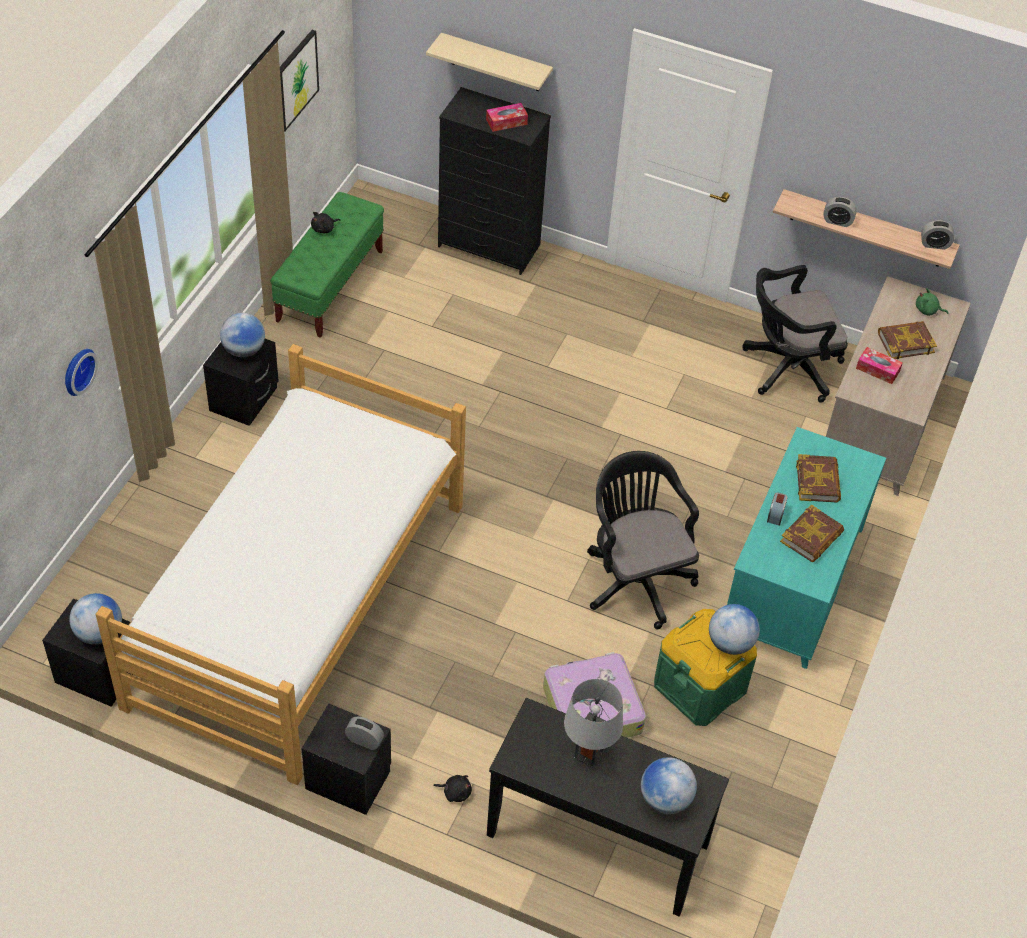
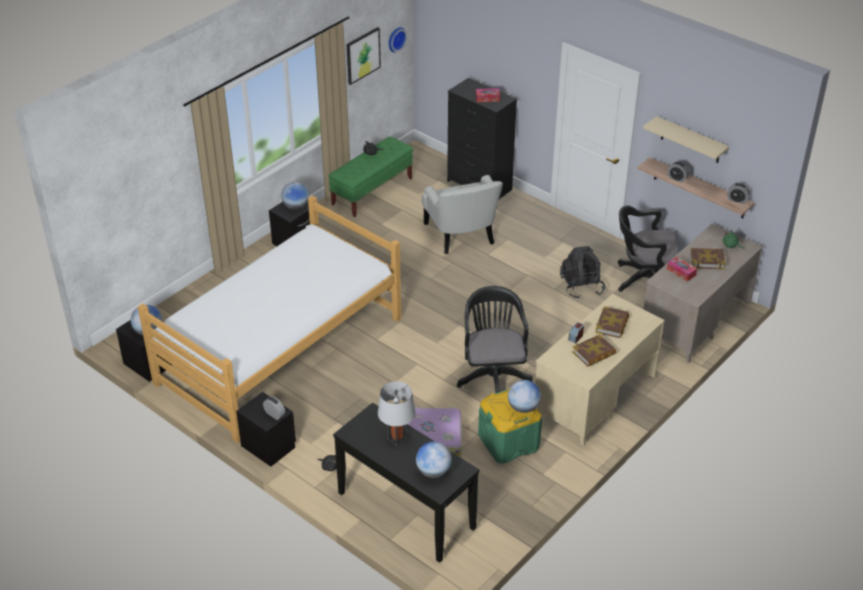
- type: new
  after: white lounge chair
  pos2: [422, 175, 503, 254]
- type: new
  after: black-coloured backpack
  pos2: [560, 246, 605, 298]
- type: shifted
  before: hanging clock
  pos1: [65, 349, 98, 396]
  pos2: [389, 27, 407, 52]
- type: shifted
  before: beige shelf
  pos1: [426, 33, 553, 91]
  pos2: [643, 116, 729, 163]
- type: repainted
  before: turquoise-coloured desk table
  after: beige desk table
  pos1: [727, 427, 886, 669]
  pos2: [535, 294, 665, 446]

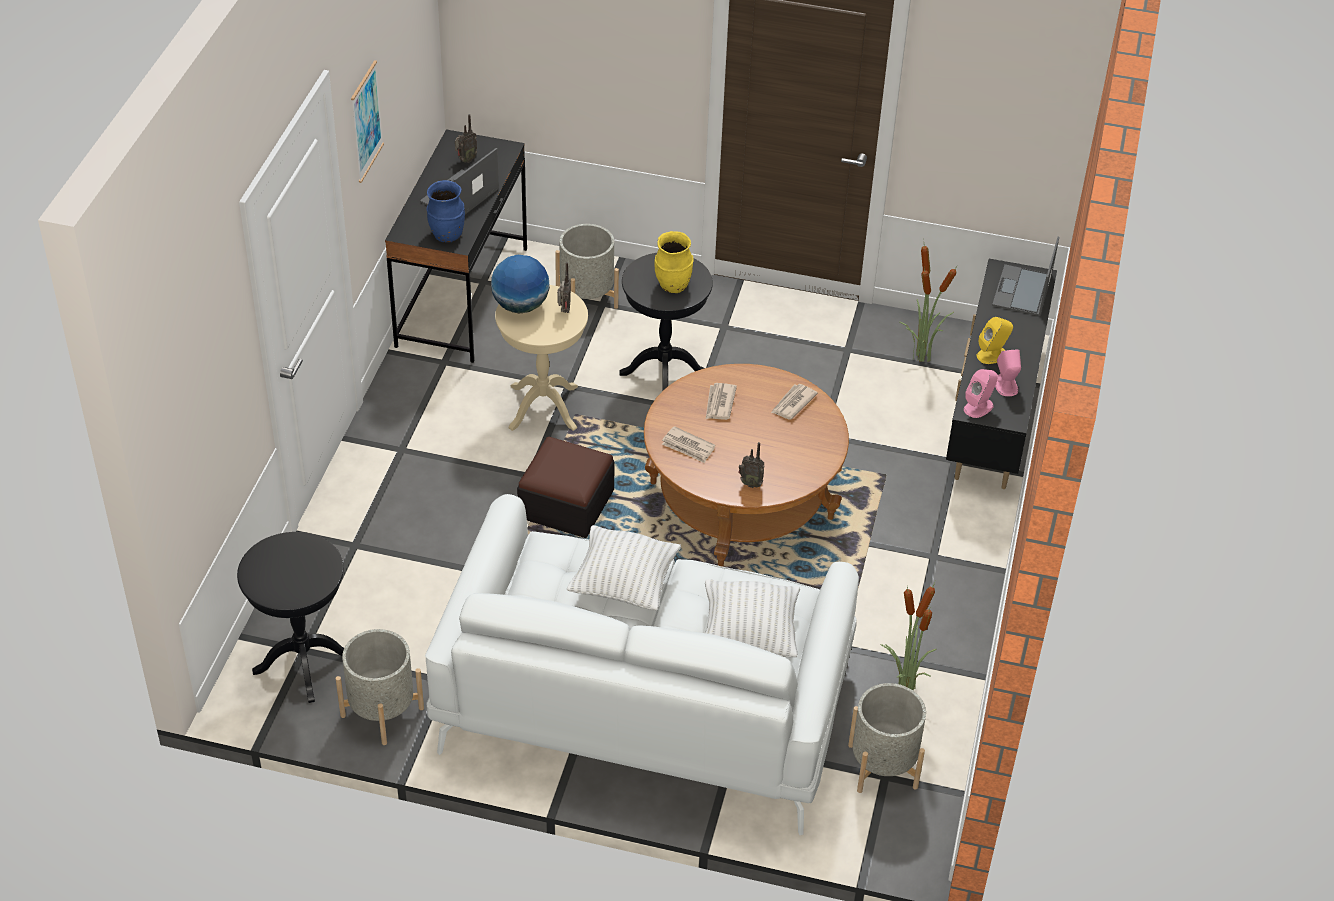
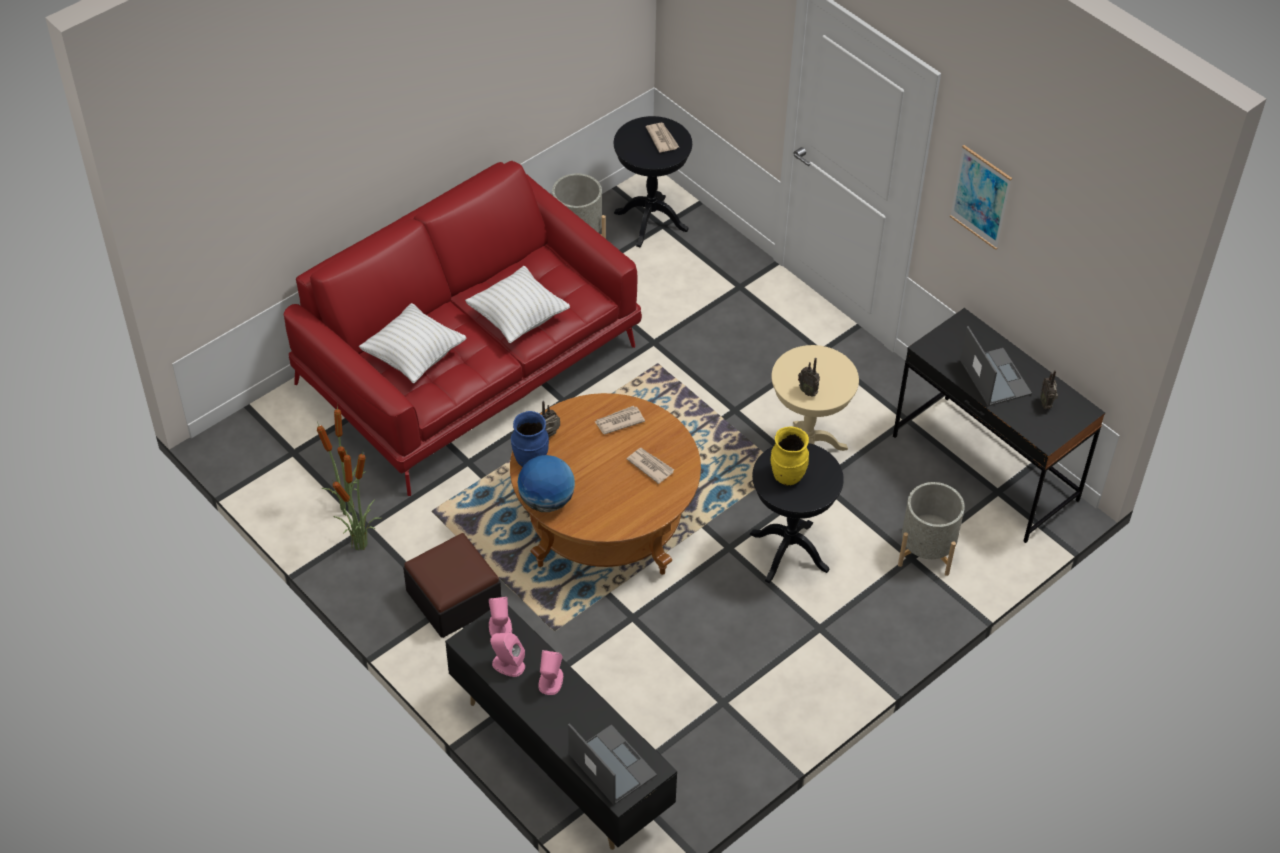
- type: gone
  before: grey plant pot
  pos1: [848, 683, 926, 793]
- type: shifted
  before: blue-coloured decorative vase
  pos1: [427, 180, 465, 242]
  pos2: [511, 411, 549, 467]
- type: shifted
  before: desk globe
  pos1: [491, 255, 550, 314]
  pos2: [518, 455, 575, 512]
- type: shifted
  before: pouffe
  pos1: [517, 437, 615, 538]
  pos2: [403, 533, 502, 638]
- type: shifted
  before: printed paper
  pos1: [771, 384, 818, 420]
  pos2: [646, 123, 679, 153]
- type: shifted
  before: potted plant
  pos1: [899, 245, 957, 362]
  pos2: [332, 448, 382, 550]
- type: repainted
  before: white sofa
  after: reddish sofa
  pos1: [425, 494, 859, 835]
  pos2: [284, 161, 642, 496]
- type: repainted
  before: yellow-coloured loudspeaker
  after: pink-coloured loudspeaker
  pos1: [977, 317, 1013, 364]
  pos2: [538, 650, 563, 695]

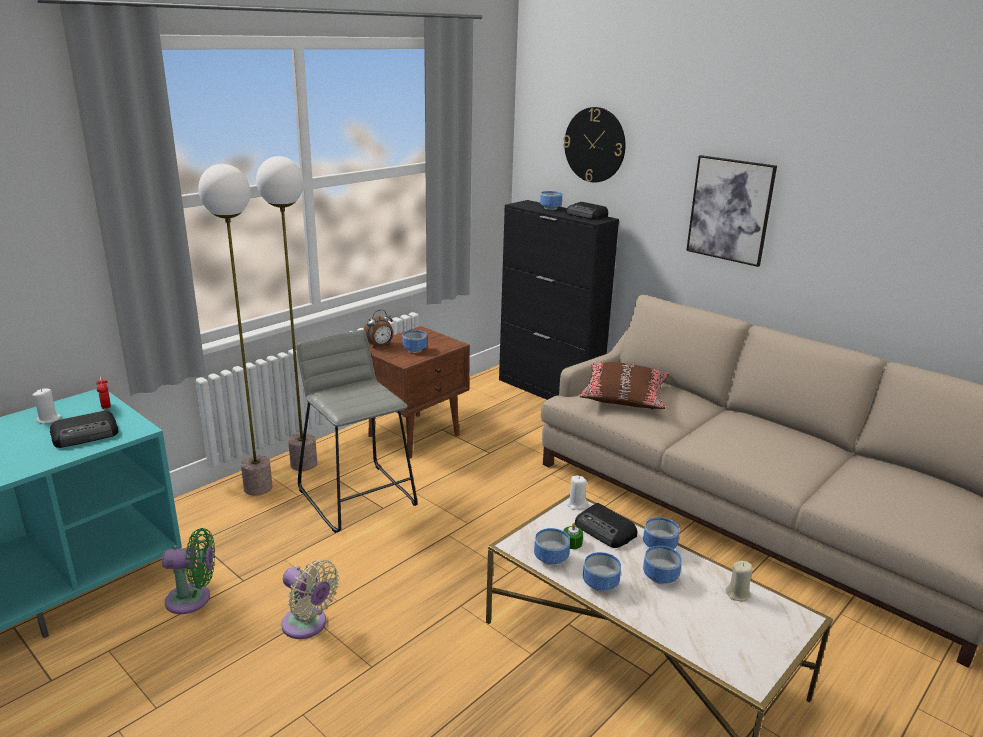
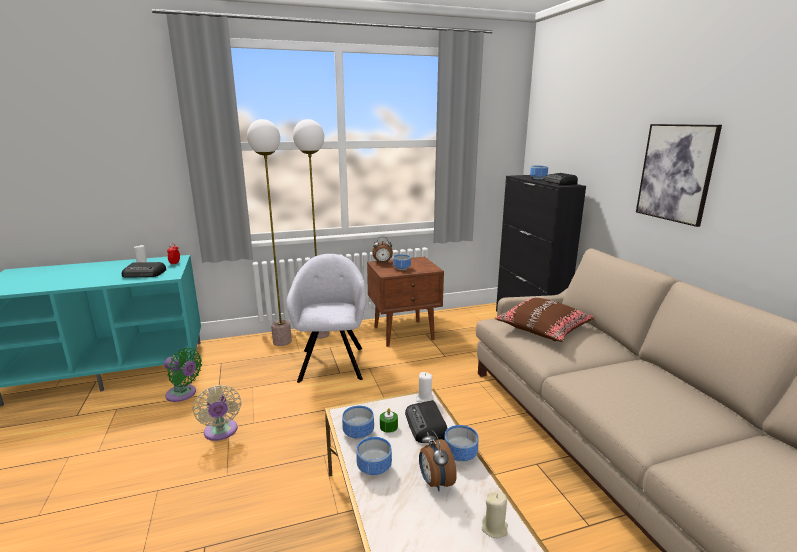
- type: gone
  before: hanging clock
  pos1: [563, 107, 626, 183]
- type: swapped
  before: grey stool
  after: grey lounge chair
  pos1: [296, 330, 418, 533]
  pos2: [286, 254, 366, 383]
- type: swapped
  before: deep dish
  after: table clock
  pos1: [643, 546, 682, 584]
  pos2: [419, 430, 457, 491]

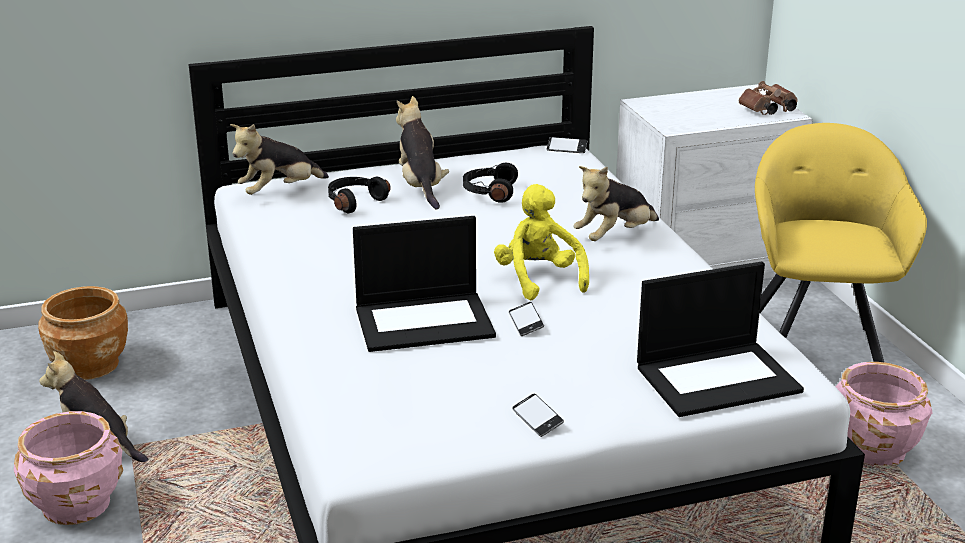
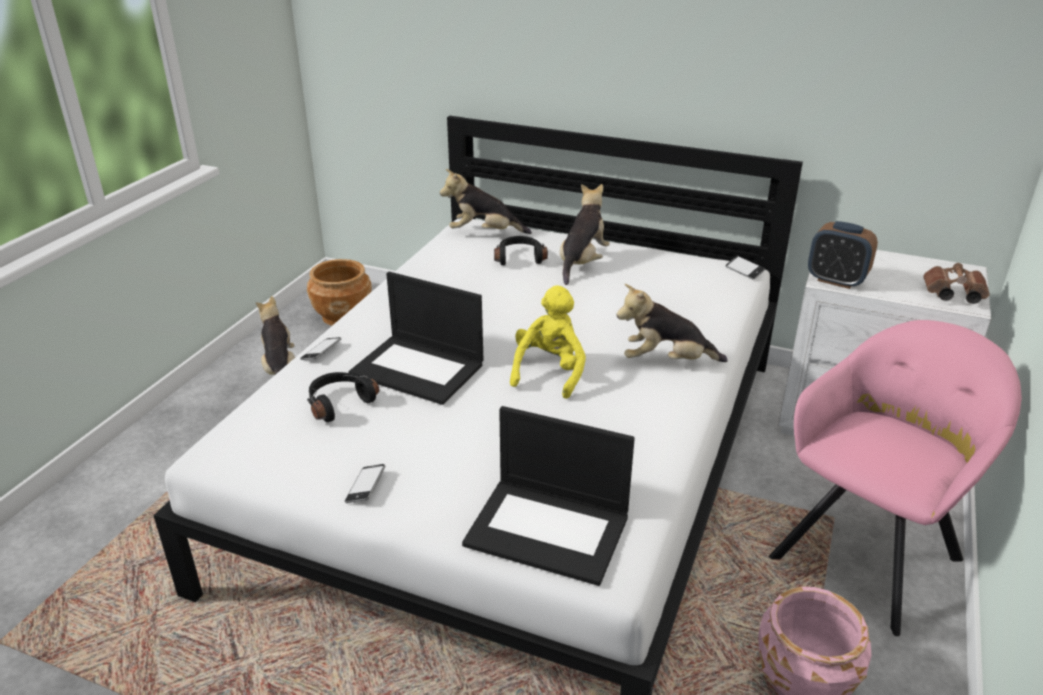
- type: gone
  before: pink-coloured plant pot
  pos1: [14, 411, 123, 525]
- type: new
  after: table clock
  pos2: [808, 221, 878, 289]
- type: shifted
  before: black-coloured headphones
  pos1: [463, 163, 518, 203]
  pos2: [307, 372, 379, 422]
- type: shifted
  before: telephone
  pos1: [509, 302, 544, 336]
  pos2: [300, 337, 342, 360]
- type: repainted
  before: yellow-coloured lounge chair
  after: pink-coloured lounge chair
  pos1: [755, 123, 927, 362]
  pos2: [769, 320, 1022, 636]

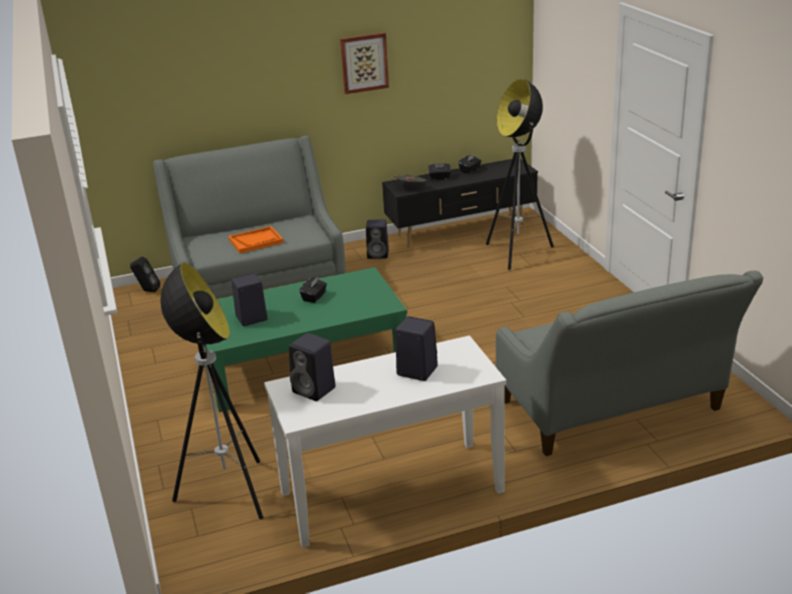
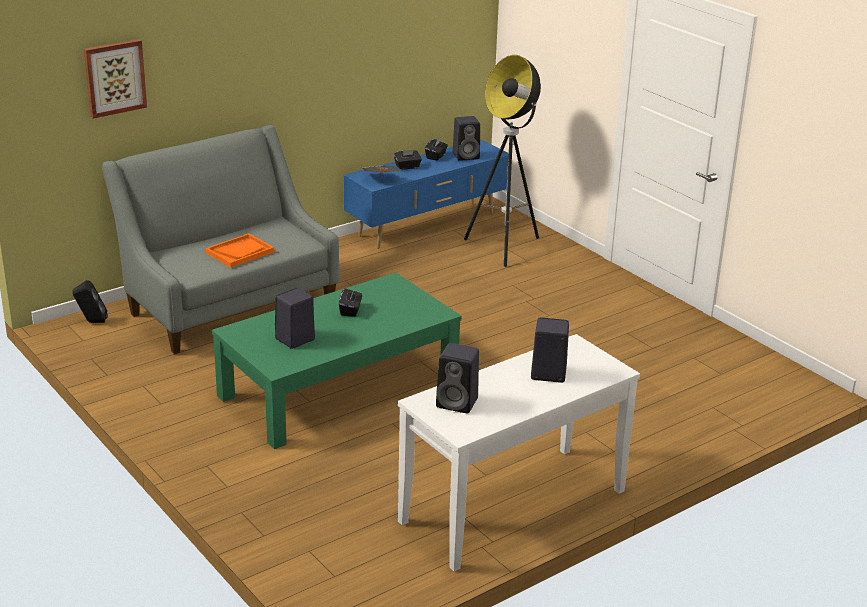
- type: gone
  before: floor lamp
  pos1: [160, 262, 263, 519]
- type: gone
  before: grey sofa
  pos1: [496, 270, 764, 456]
- type: shifted
  before: wall picture
  pos1: [340, 32, 389, 94]
  pos2: [84, 39, 147, 119]
- type: shifted
  before: black-coloured loudspeaker
  pos1: [366, 219, 389, 259]
  pos2: [453, 116, 480, 161]
- type: repainted
  before: black-coloured media console
  after: blue-coloured media console
  pos1: [382, 159, 538, 247]
  pos2: [344, 140, 509, 249]

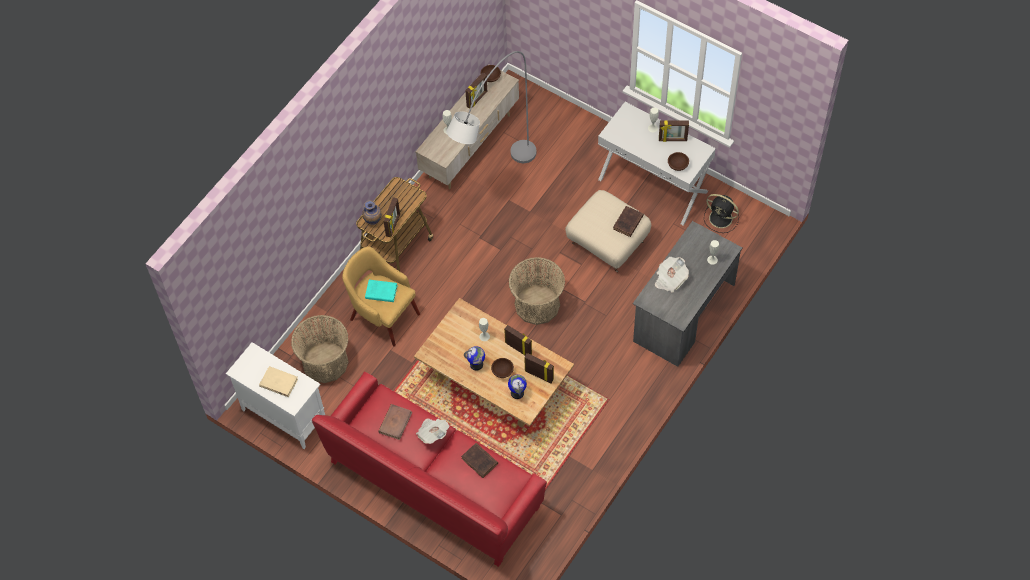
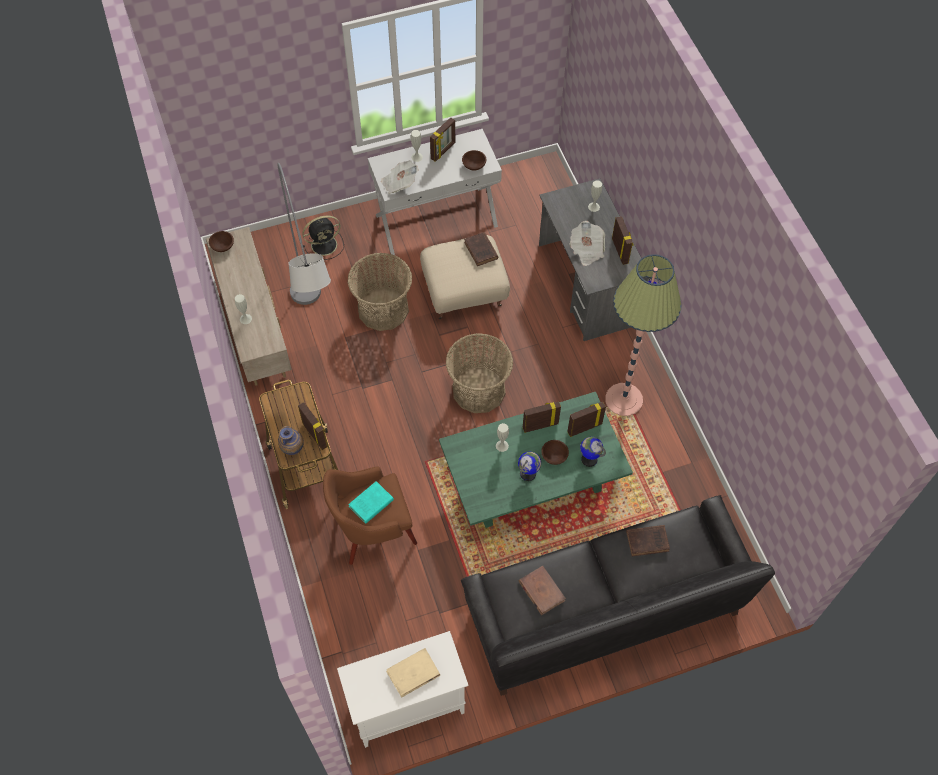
- type: new
  after: floor lamp
  pos2: [605, 254, 682, 416]
- type: shifted
  before: storage basket
  pos1: [291, 315, 349, 383]
  pos2: [348, 253, 412, 331]
- type: shifted
  before: printed paper
  pos1: [416, 418, 450, 444]
  pos2: [381, 160, 418, 194]
- type: shifted
  before: photo frame
  pos1: [465, 73, 487, 109]
  pos2: [612, 216, 633, 265]
- type: shifted
  before: black-coloured cooling fan
  pos1: [704, 194, 739, 233]
  pos2: [302, 216, 344, 260]
- type: repainted
  before: reddish sofa
  after: black-coloured sofa
  pos1: [312, 372, 547, 567]
  pos2: [461, 495, 775, 696]
- type: repainted
  before: yellow-coloured lounge chair
  after: brown-coloured lounge chair
  pos1: [342, 246, 420, 347]
  pos2: [323, 466, 417, 565]
- type: repainted
  before: beige coffee table
  after: green coffee table
  pos1: [414, 298, 574, 428]
  pos2: [439, 392, 633, 528]

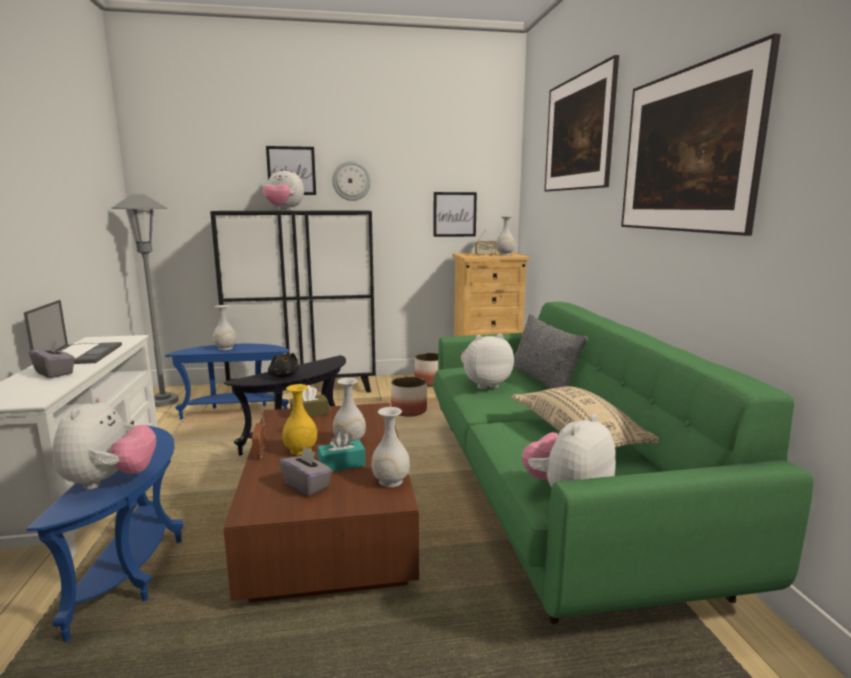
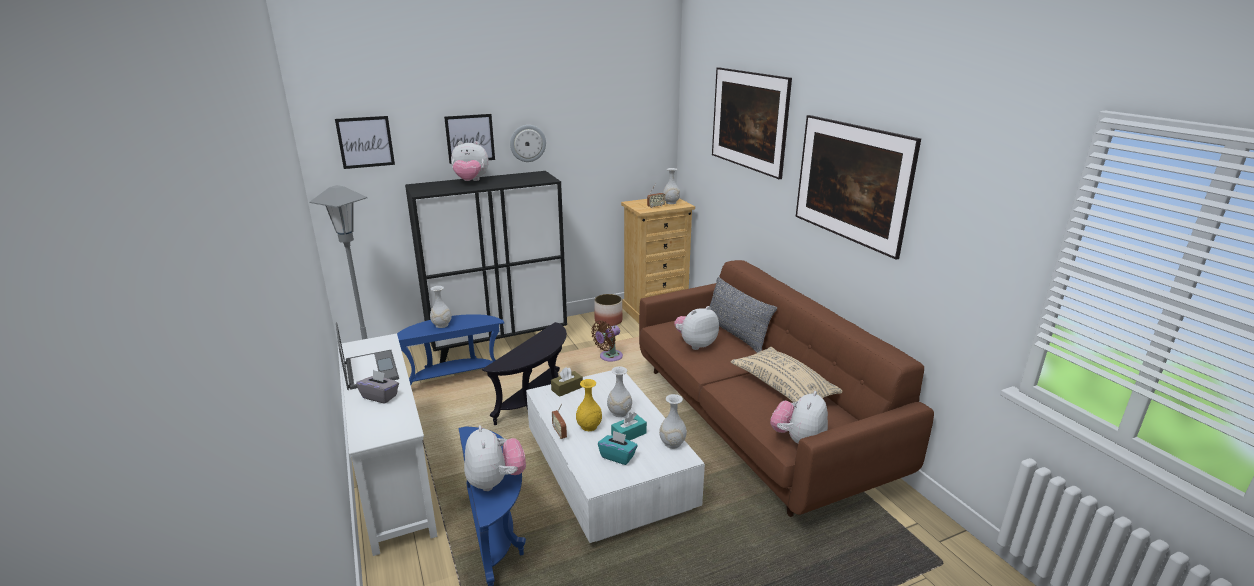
- type: gone
  before: black-coloured cuddly toy
  pos1: [268, 353, 299, 378]
- type: shifted
  before: wall picture
  pos1: [433, 192, 477, 237]
  pos2: [335, 116, 395, 169]
- type: swapped
  before: plant pot
  after: brown-coloured cooling fan
  pos1: [391, 377, 427, 417]
  pos2: [591, 321, 623, 362]
- type: repainted
  before: brown-coloured coffee table
  after: white coffee table
  pos1: [223, 403, 419, 603]
  pos2: [526, 370, 705, 543]
- type: repainted
  before: grey box of tissues
  after: turquoise-coloured box of tissues
  pos1: [279, 446, 333, 496]
  pos2: [598, 430, 638, 465]
- type: repainted
  before: green sofa
  after: brown-coloured sofa
  pos1: [433, 302, 813, 624]
  pos2: [639, 260, 934, 517]

